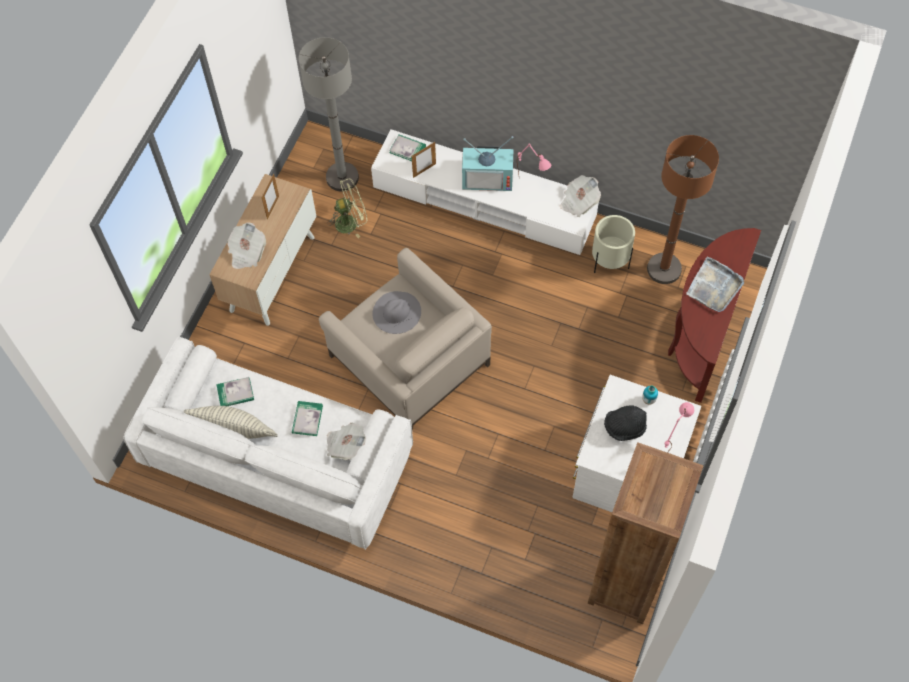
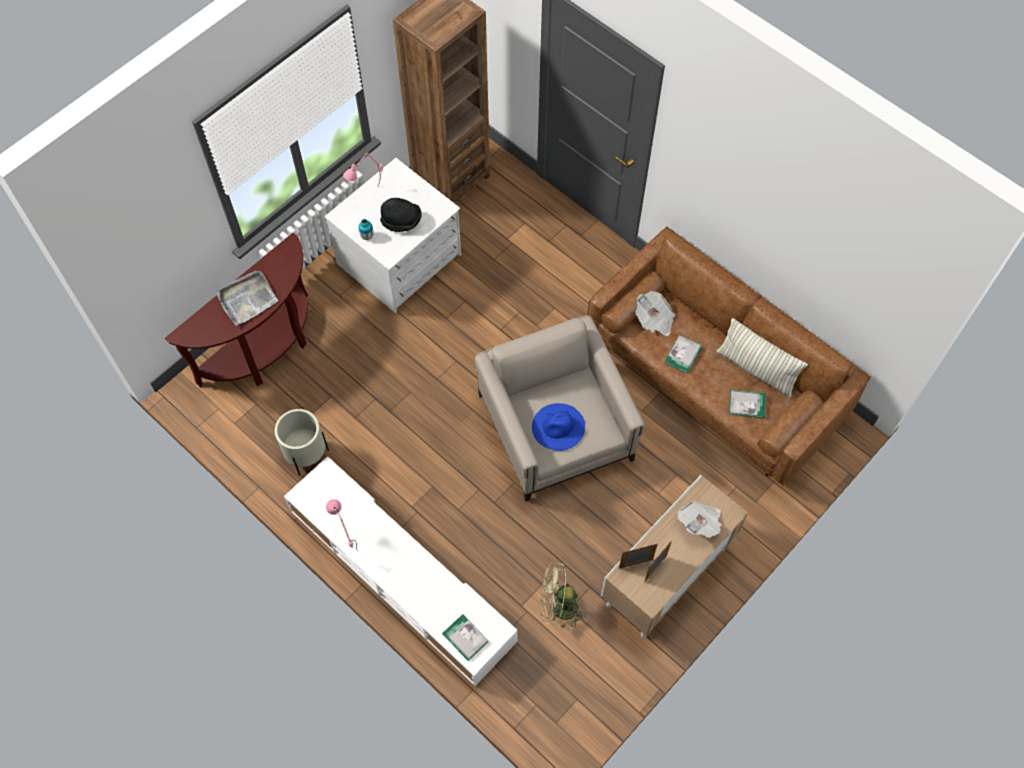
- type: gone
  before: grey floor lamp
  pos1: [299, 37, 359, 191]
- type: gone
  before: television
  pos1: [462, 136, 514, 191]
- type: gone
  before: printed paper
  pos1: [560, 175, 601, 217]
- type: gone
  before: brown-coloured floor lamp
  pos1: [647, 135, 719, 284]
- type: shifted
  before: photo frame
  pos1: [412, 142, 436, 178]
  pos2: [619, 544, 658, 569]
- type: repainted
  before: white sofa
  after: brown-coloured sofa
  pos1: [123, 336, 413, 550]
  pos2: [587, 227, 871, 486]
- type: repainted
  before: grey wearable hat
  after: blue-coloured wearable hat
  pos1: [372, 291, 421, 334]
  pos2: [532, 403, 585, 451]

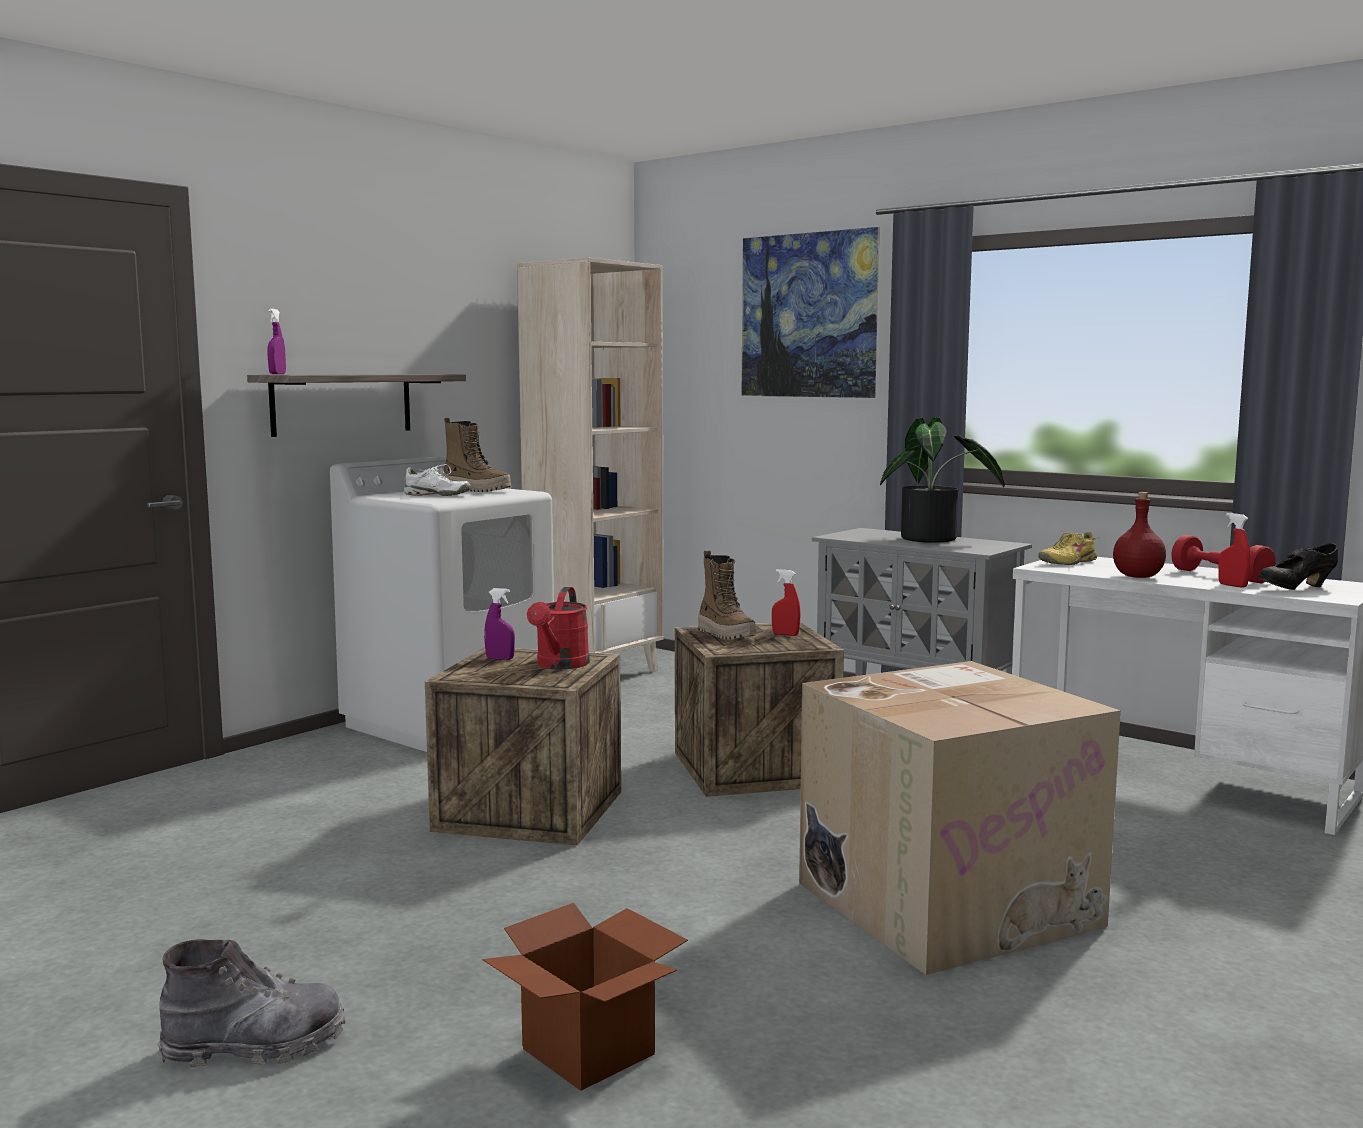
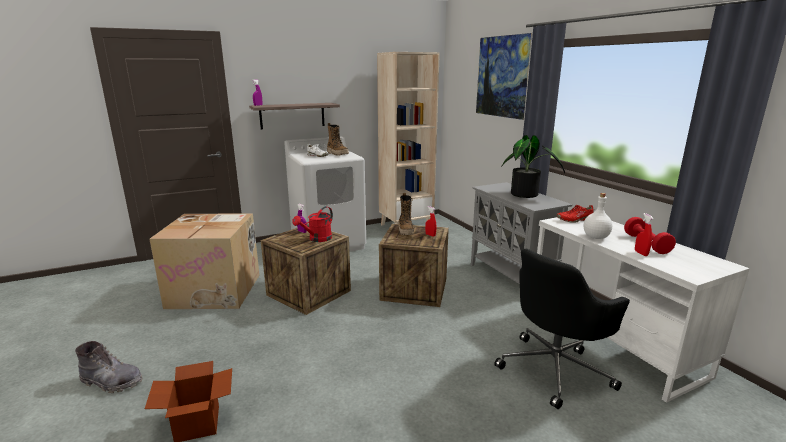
- type: gone
  before: black-coloured low shoe
  pos1: [1258, 543, 1338, 590]
- type: new
  after: black-coloured office chair
  pos2: [494, 249, 630, 409]
- type: shifted
  before: packing box
  pos1: [799, 661, 1121, 975]
  pos2: [149, 213, 260, 309]
- type: repainted
  before: yellow-coloured low shoe
  after: reddish low shoe
  pos1: [1038, 532, 1100, 565]
  pos2: [556, 205, 595, 223]
- type: repainted
  before: reddish beverage bottle
  after: white beverage bottle
  pos1: [1113, 492, 1166, 578]
  pos2: [584, 193, 612, 239]

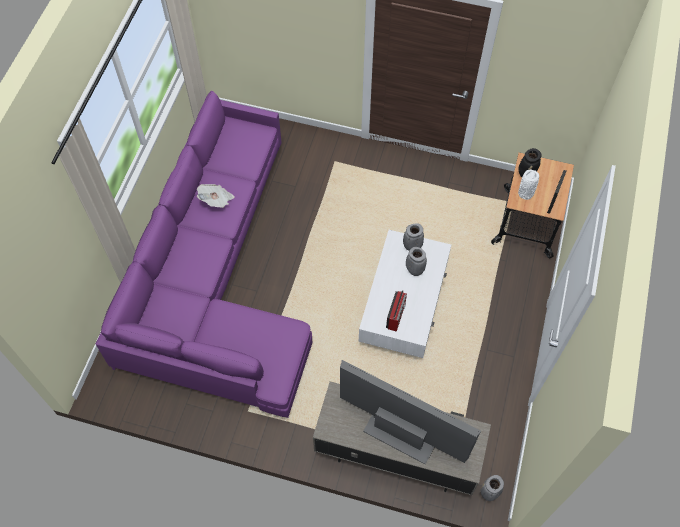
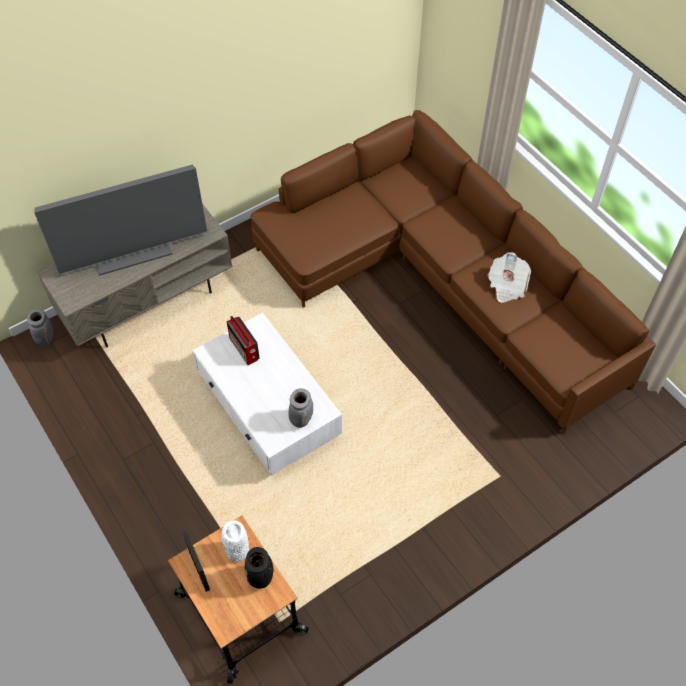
- type: gone
  before: grey decorative vase
  pos1: [406, 247, 427, 276]
- type: repainted
  before: purple sofa
  after: brown-coloured sofa
  pos1: [96, 91, 313, 418]
  pos2: [250, 110, 656, 434]

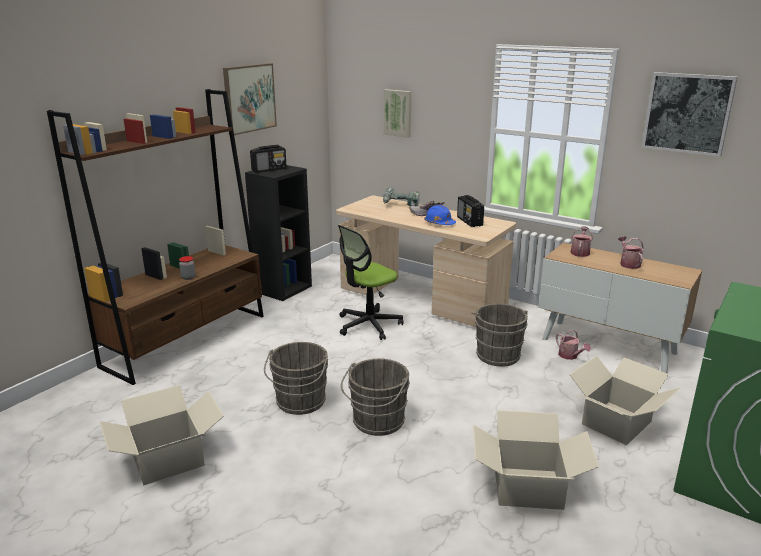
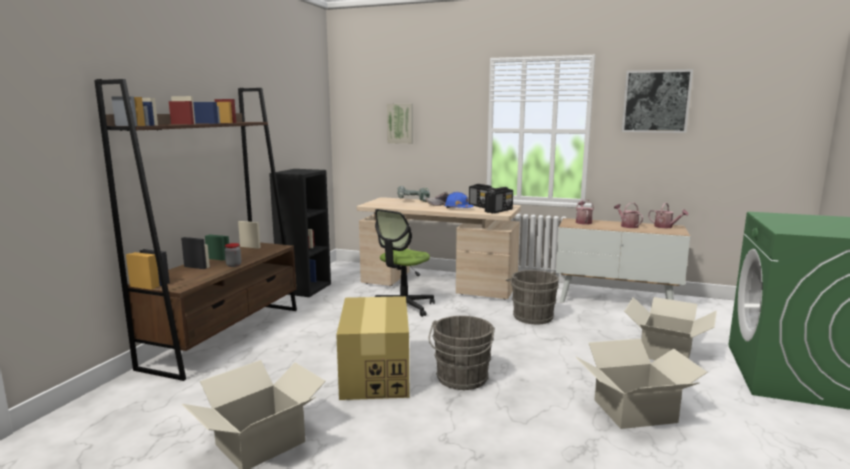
- type: gone
  before: wall picture
  pos1: [223, 63, 277, 135]
- type: shifted
  before: radio
  pos1: [250, 145, 287, 173]
  pos2: [485, 187, 513, 213]
- type: shifted
  before: watering pot
  pos1: [556, 330, 591, 360]
  pos2: [648, 203, 688, 228]
- type: swapped
  before: grey bucket
  after: packing box
  pos1: [264, 342, 328, 415]
  pos2: [336, 296, 409, 400]

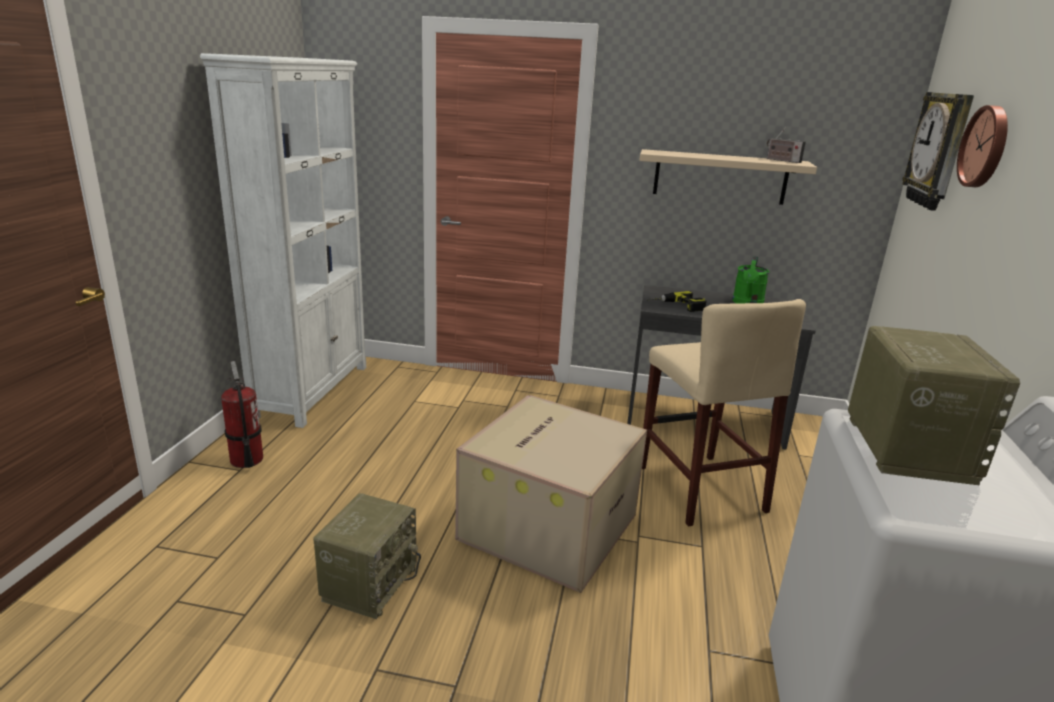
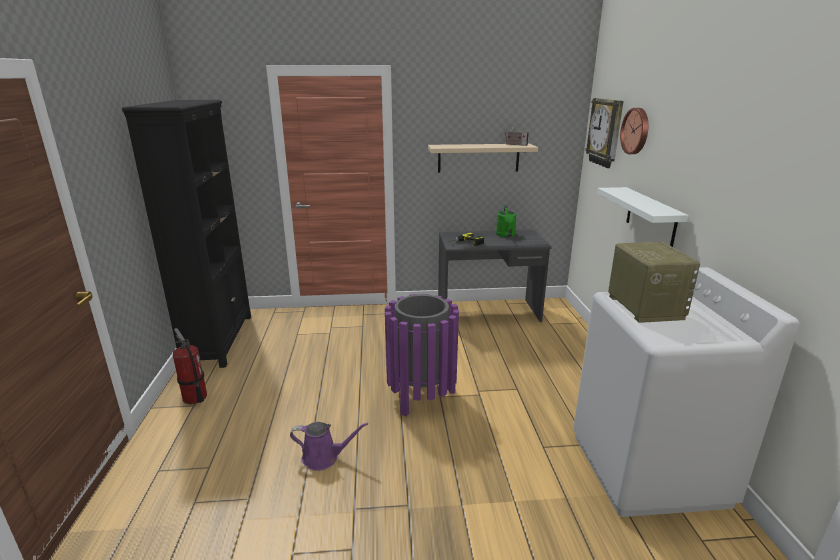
- type: gone
  before: beige stool
  pos1: [642, 299, 806, 526]
- type: new
  after: white shelf
  pos2: [597, 187, 689, 247]
- type: swapped
  before: radio
  after: purple watering pot
  pos1: [313, 493, 421, 619]
  pos2: [290, 422, 368, 471]
- type: swapped
  before: packing box
  after: purple waste bin
  pos1: [455, 395, 647, 593]
  pos2: [385, 294, 459, 417]
- type: repainted
  before: white bookcase
  after: black-coloured bookcase
  pos1: [200, 53, 366, 428]
  pos2: [122, 100, 251, 368]

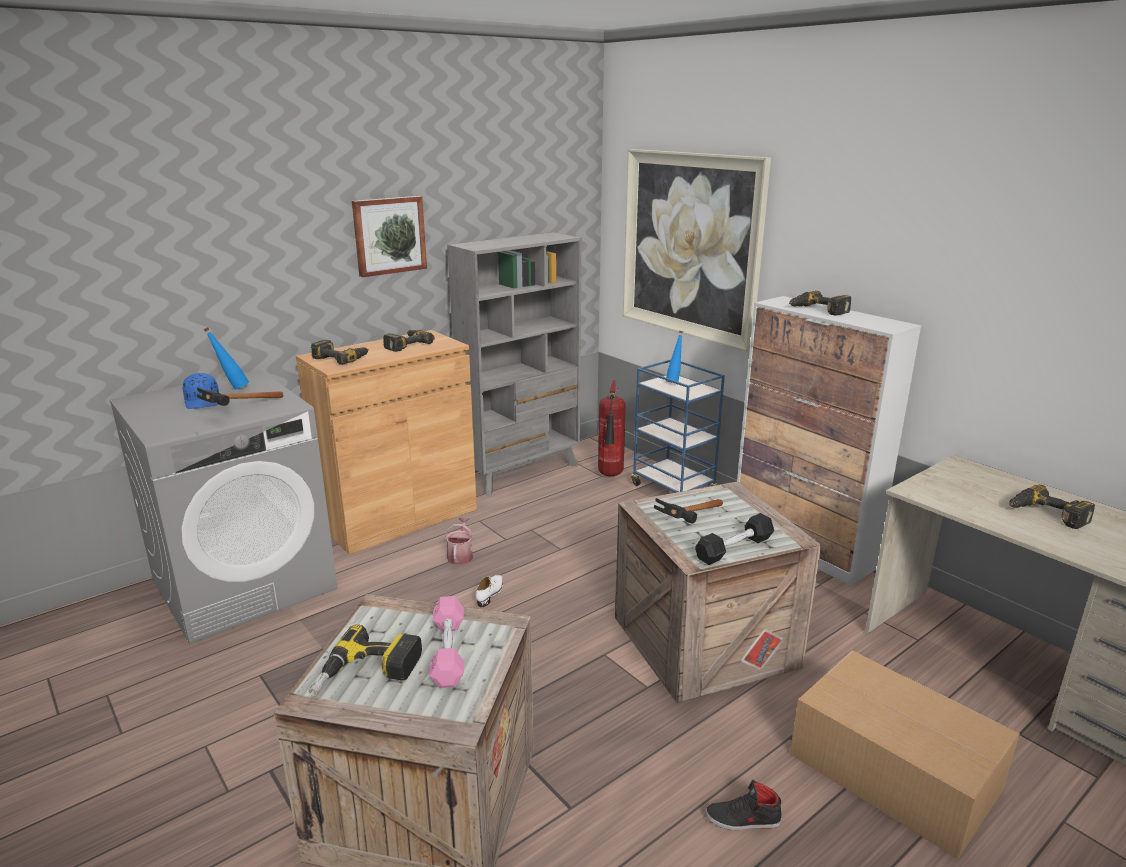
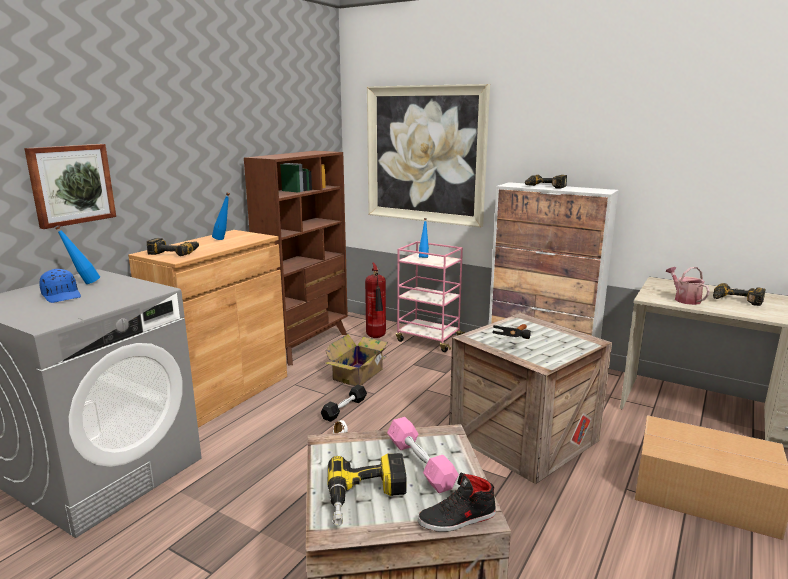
- type: gone
  before: tool hammer
  pos1: [197, 387, 283, 406]
- type: new
  after: packing box
  pos2: [325, 334, 389, 386]
- type: shifted
  before: wall picture
  pos1: [352, 196, 427, 277]
  pos2: [24, 144, 116, 229]
- type: shifted
  before: watering pot
  pos1: [444, 517, 474, 565]
  pos2: [666, 267, 710, 305]
- type: shifted
  before: black-coloured free weight
  pos1: [695, 513, 774, 565]
  pos2: [321, 384, 367, 422]
- type: shifted
  before: black-coloured low shoe
  pos1: [705, 780, 782, 830]
  pos2: [418, 472, 496, 532]
- type: swapped
  before: drill
  after: blue-coloured beverage bottle
  pos1: [383, 330, 434, 352]
  pos2: [212, 192, 230, 240]
- type: repainted
  before: grey bookcase
  after: brown-coloured bookcase
  pos1: [447, 232, 582, 496]
  pos2: [244, 151, 348, 365]
- type: repainted
  before: blue-coloured wheeled cart
  after: pink-coloured wheeled cart
  pos1: [631, 360, 725, 493]
  pos2: [396, 241, 465, 352]

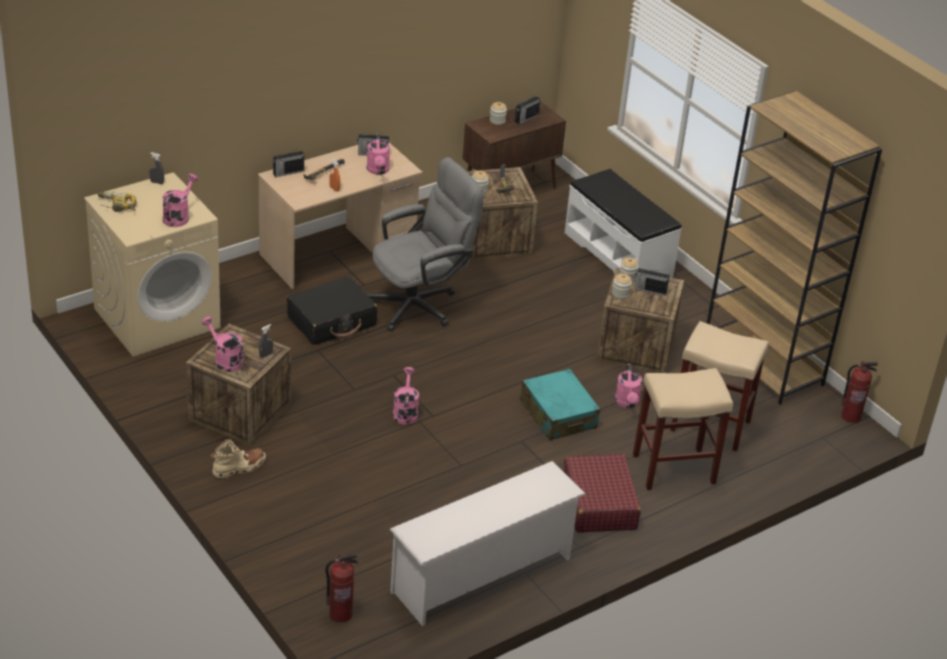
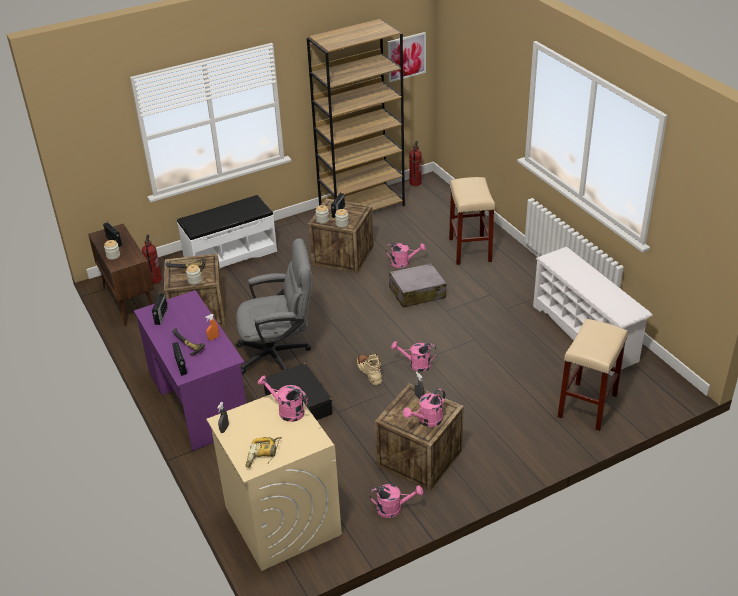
- type: gone
  before: reddish suitcase
  pos1: [564, 454, 641, 533]
- type: new
  after: wall picture
  pos2: [387, 32, 426, 83]
- type: shifted
  before: beige high-top boot
  pos1: [211, 439, 266, 479]
  pos2: [357, 354, 382, 385]
- type: shifted
  before: fire-fighting cylinder
  pos1: [325, 553, 358, 623]
  pos2: [142, 235, 162, 284]
- type: shifted
  before: pink-coloured watering pot
  pos1: [367, 134, 390, 175]
  pos2: [370, 484, 423, 518]
- type: shifted
  before: beige stool
  pos1: [670, 321, 769, 452]
  pos2: [558, 319, 628, 431]
- type: repainted
  before: beige desk table
  after: purple desk table
  pos1: [258, 143, 423, 289]
  pos2: [134, 290, 246, 451]
- type: repainted
  before: turquoise-coloured suitcase
  after: grey suitcase
  pos1: [520, 369, 600, 440]
  pos2: [389, 263, 446, 308]
- type: rotated
  before: grey office chair
  pos1: [367, 157, 484, 331]
  pos2: [236, 238, 312, 374]
  turn: 105

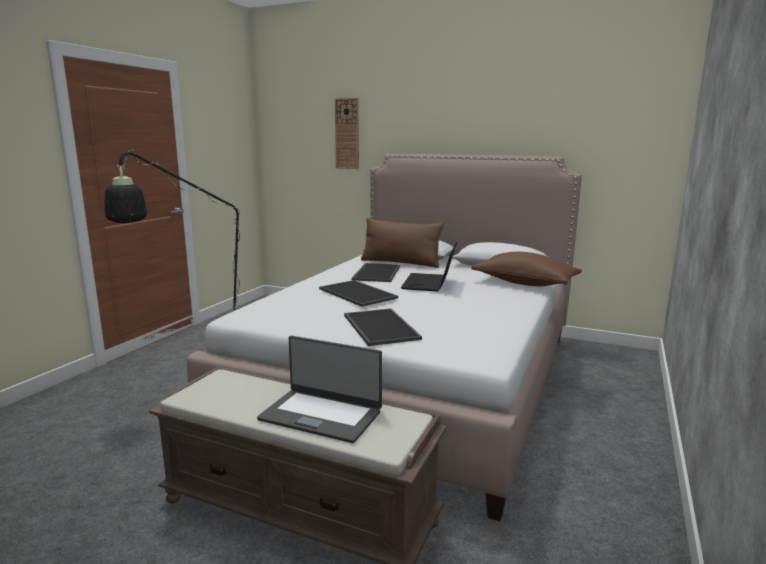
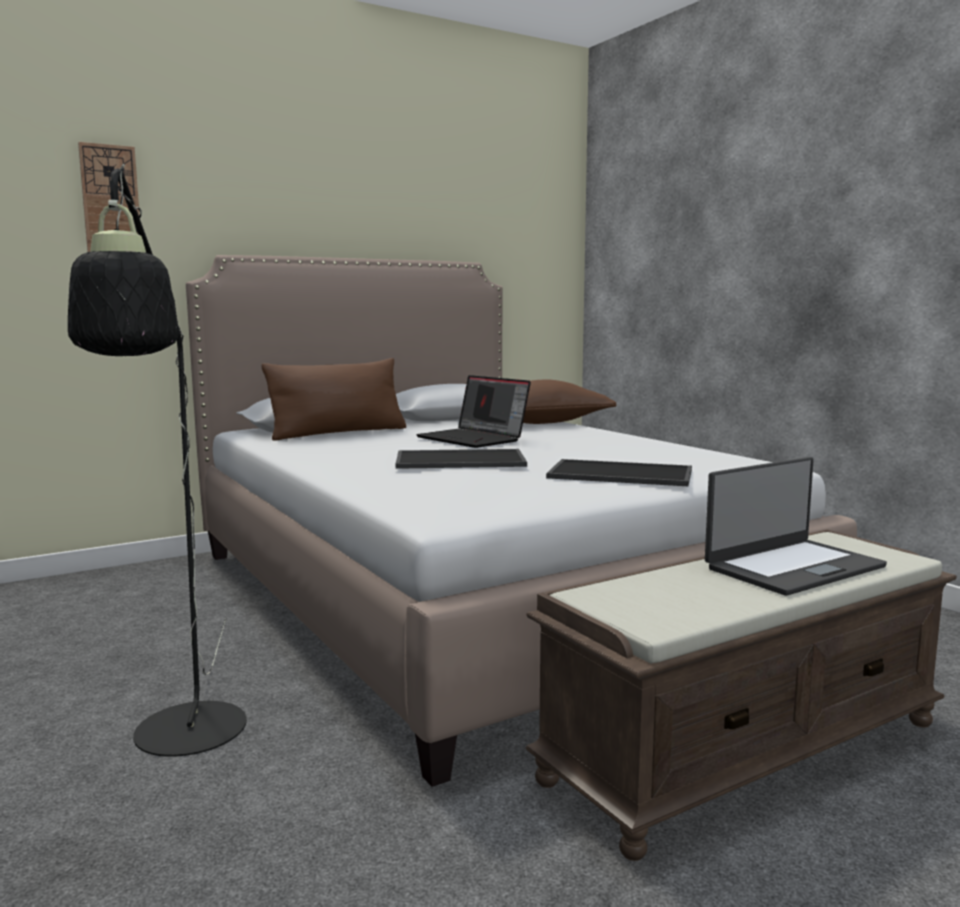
- type: gone
  before: carrying tray
  pos1: [352, 263, 400, 282]

